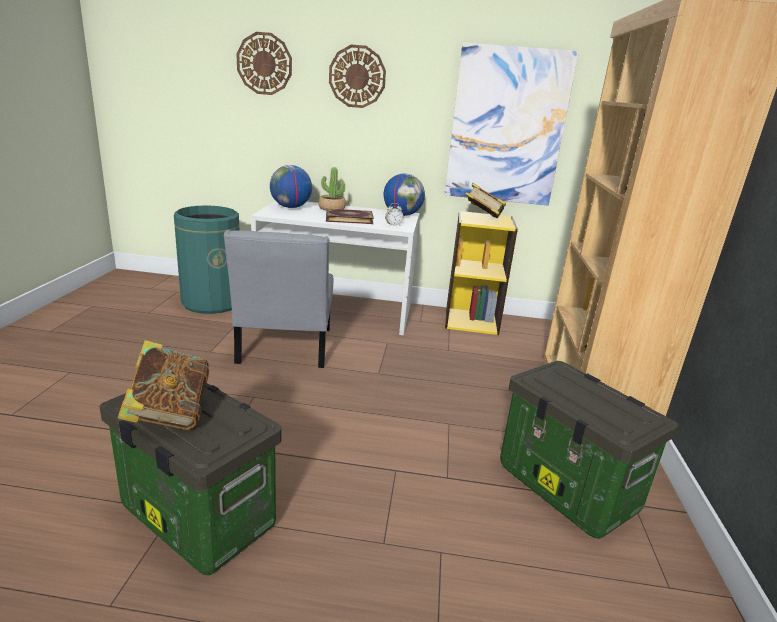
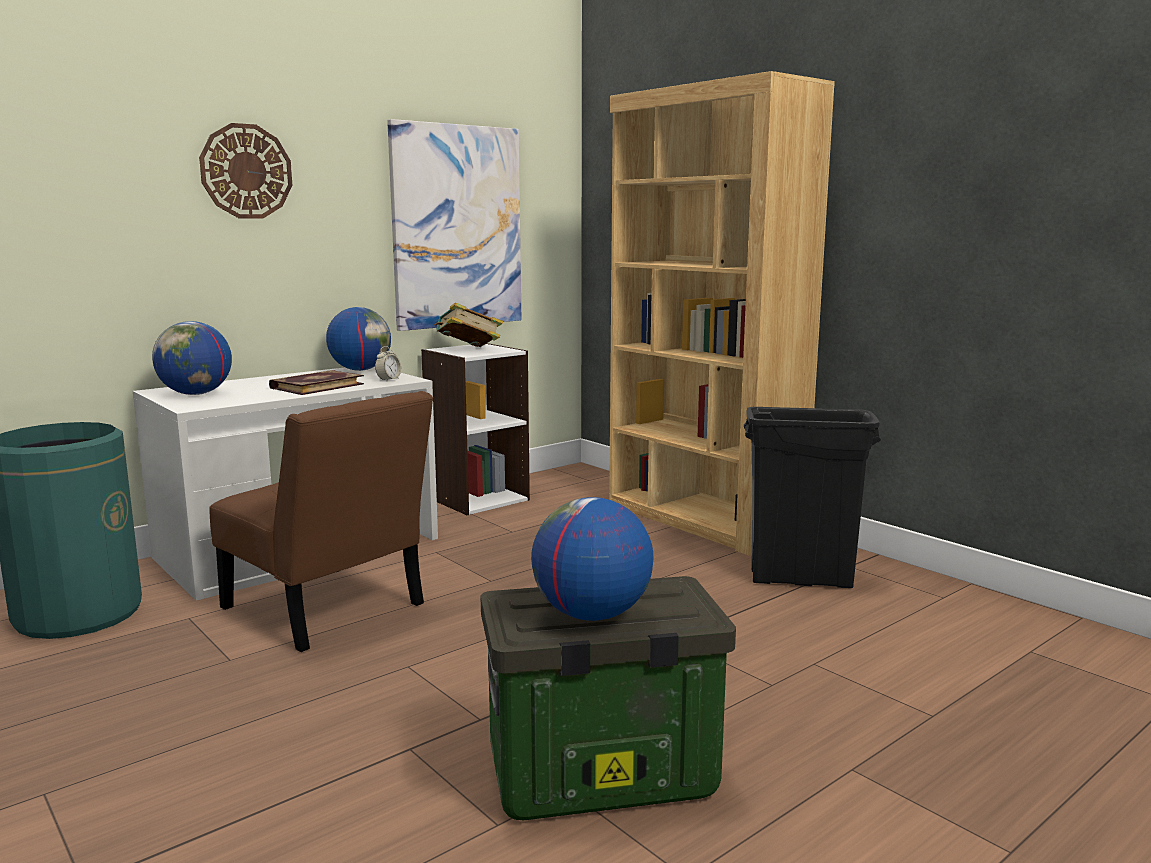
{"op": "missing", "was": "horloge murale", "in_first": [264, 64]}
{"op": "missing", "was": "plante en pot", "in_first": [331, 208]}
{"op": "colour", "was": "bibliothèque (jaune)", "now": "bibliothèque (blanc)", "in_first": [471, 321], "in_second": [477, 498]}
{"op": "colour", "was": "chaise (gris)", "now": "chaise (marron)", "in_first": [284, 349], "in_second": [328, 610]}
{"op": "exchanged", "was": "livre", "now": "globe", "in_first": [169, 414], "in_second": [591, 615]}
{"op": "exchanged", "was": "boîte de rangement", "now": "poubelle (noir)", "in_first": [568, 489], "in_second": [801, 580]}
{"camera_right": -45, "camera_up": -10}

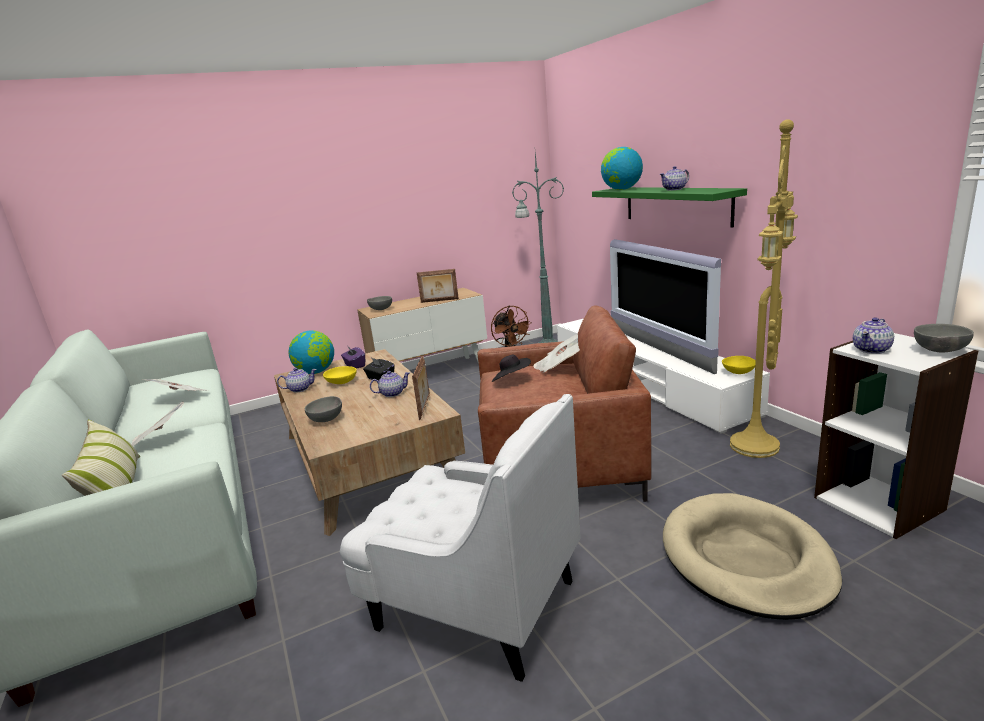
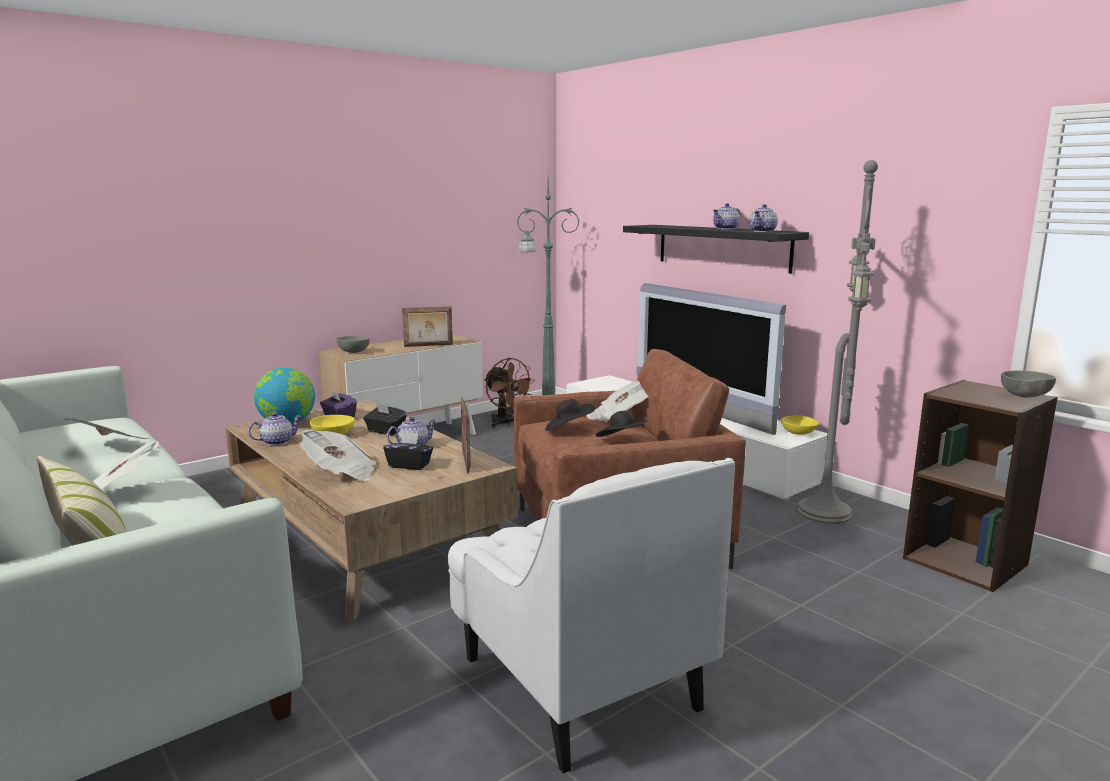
{"op": "colour", "was": "lampadaire (jaune)", "now": "lampadaire (gris)", "in_first": [757, 447], "in_second": [827, 514]}
{"op": "missing", "was": "globe", "in_first": [621, 189]}
{"op": "colour", "was": "étagère (vert)", "now": "étagère (noir)", "in_first": [676, 205], "in_second": [722, 247]}
{"op": "relocated", "was": "théière", "in_first": [872, 349], "in_second": [763, 231]}
{"op": "colour", "was": "bibliothèque (blanc)", "now": "bibliothèque (marron)", "in_first": [879, 503], "in_second": [965, 561]}
{"op": "spun", "was": "fauteuil (blanc)", "in_first": [473, 604], "in_second": [577, 681], "clockwise": 45}
{"op": "exchanged", "was": "bol (gris)", "now": "journal", "in_first": [327, 419], "in_second": [341, 473]}
{"op": "missing", "was": "panier pour chien (beige)", "in_first": [746, 559]}
{"op": "appeared", "now": "chapeau (noir)", "in_second": [622, 442]}
{"op": "appeared", "now": "boîte à mouchoirs (noir)", "in_second": [409, 465]}
{"camera_right": -15, "camera_up": -5}

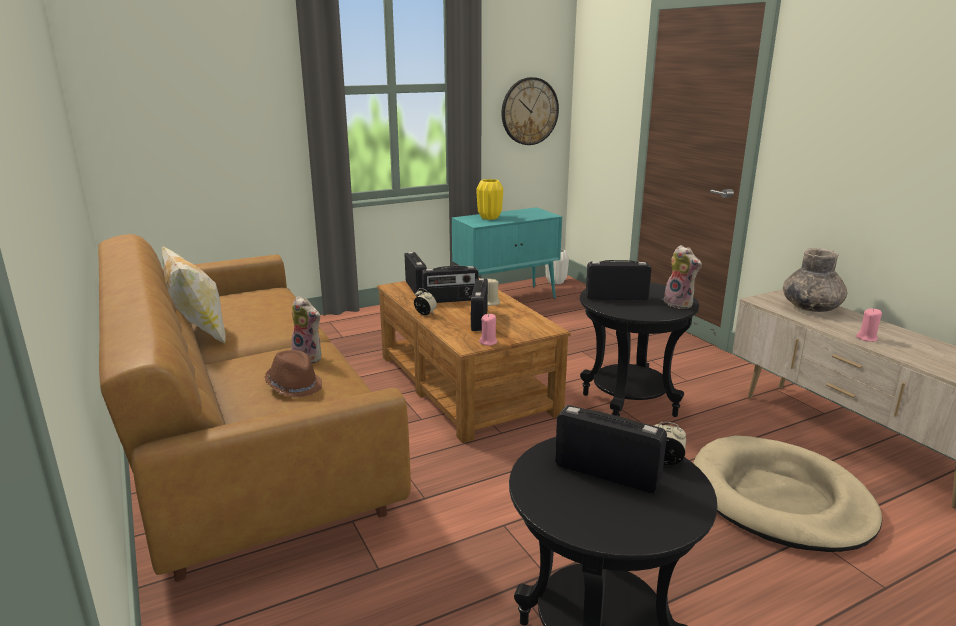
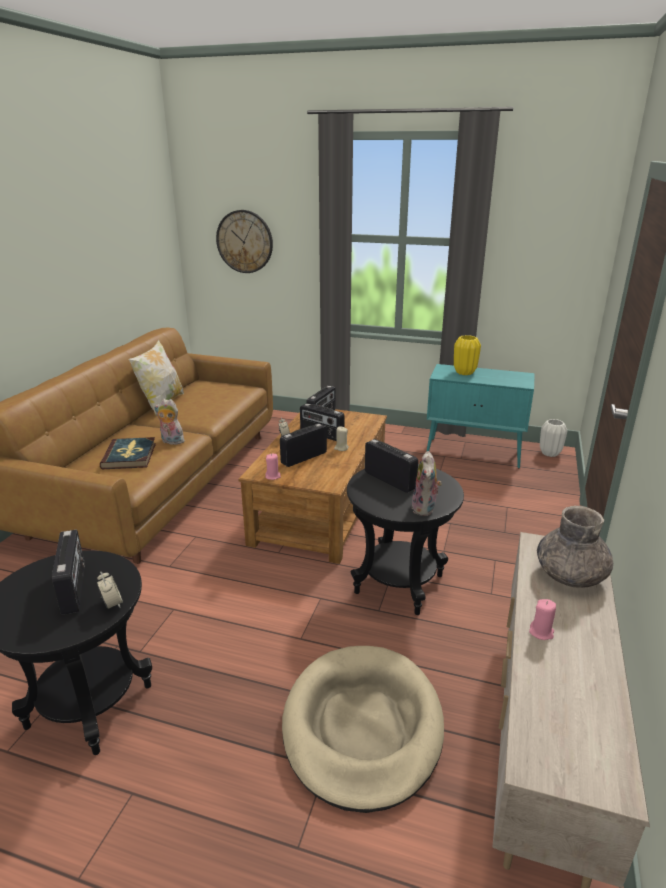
{"op": "relocated", "was": "horloge murale", "in_first": [529, 111], "in_second": [244, 241]}
{"op": "spun", "was": "peluche", "in_first": [309, 357], "in_second": [171, 441], "clockwise": 120}
{"op": "exchanged", "was": "chapeau (marron)", "now": "livre", "in_first": [294, 386], "in_second": [130, 456]}
{"camera_right": 45, "camera_up": 5}

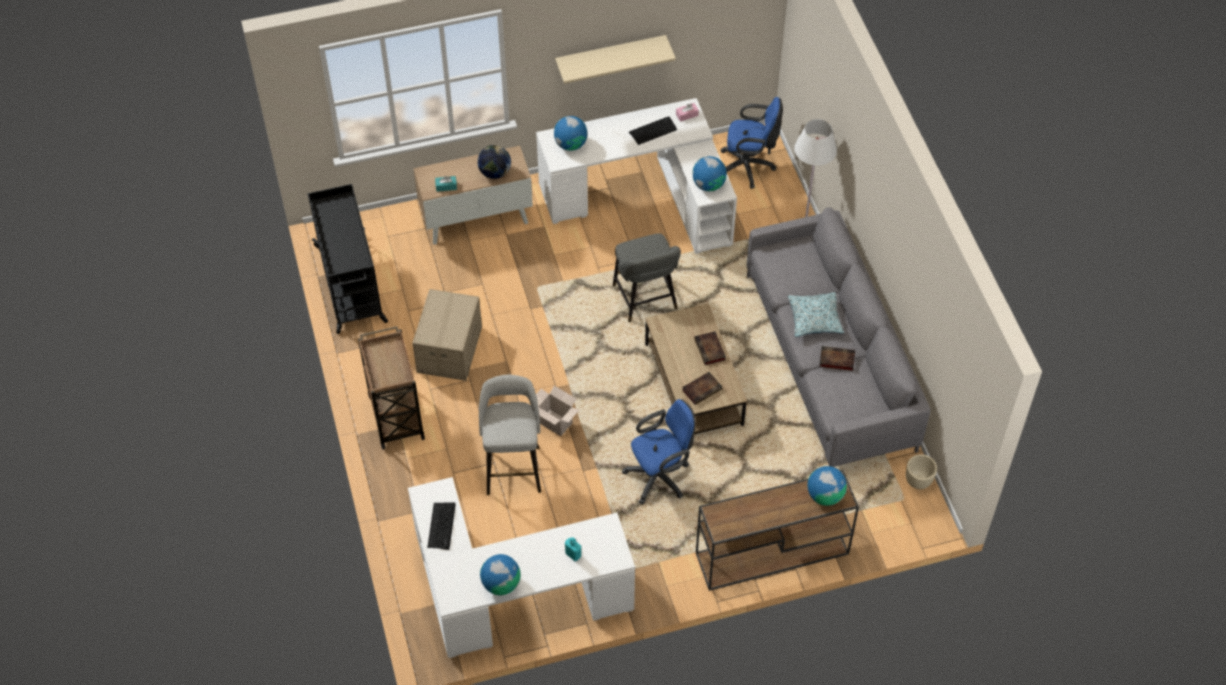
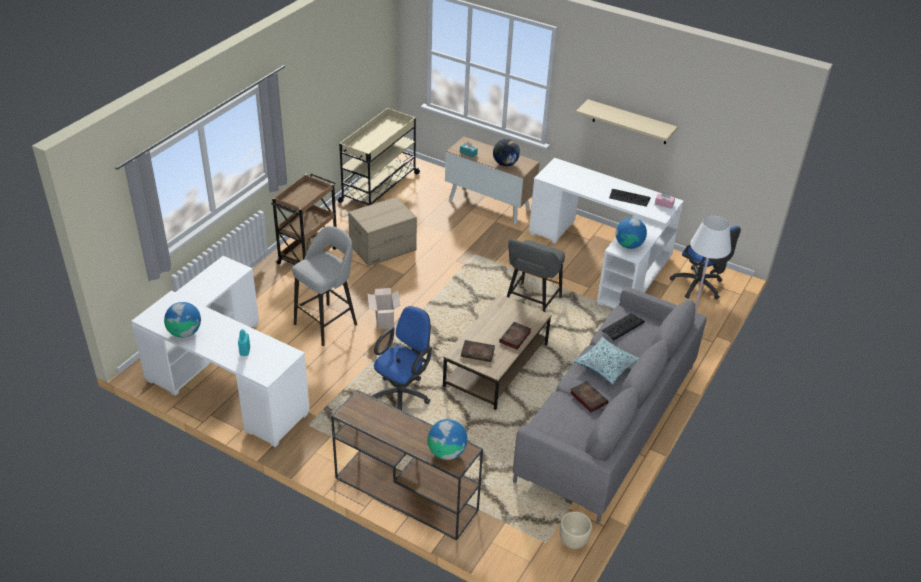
{"op": "missing", "was": "globe", "in_first": [571, 144]}
{"op": "colour", "was": "chariot (noir)", "now": "chariot (beige)", "in_first": [351, 285], "in_second": [378, 188]}
{"op": "spun", "was": "chaise de bureau (bleu)", "in_first": [661, 476], "in_second": [403, 394], "clockwise": -75}
{"op": "relocated", "was": "clavier", "in_first": [442, 526], "in_second": [623, 327]}
{"camera_right": 45, "camera_up": -15}

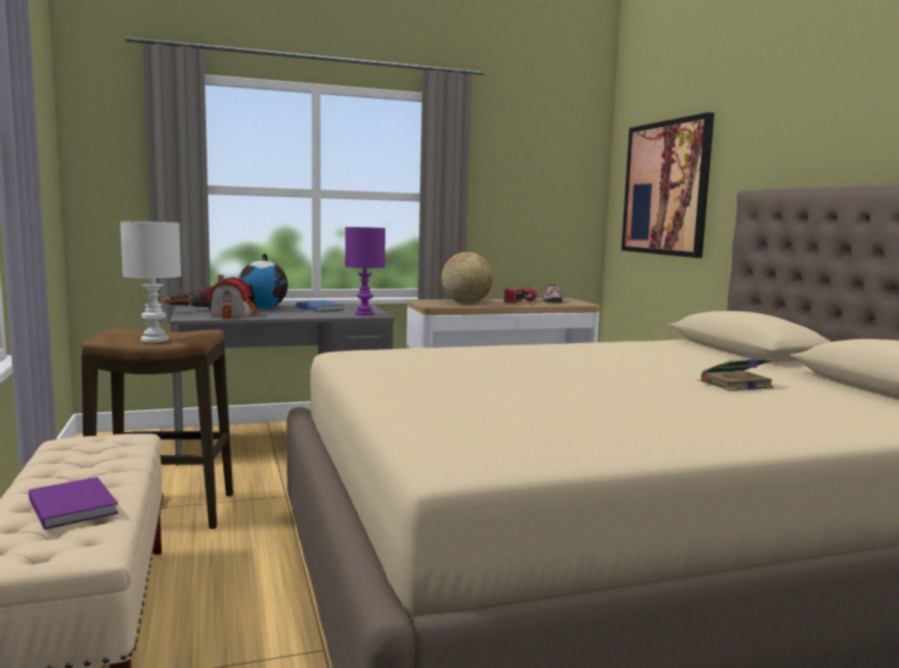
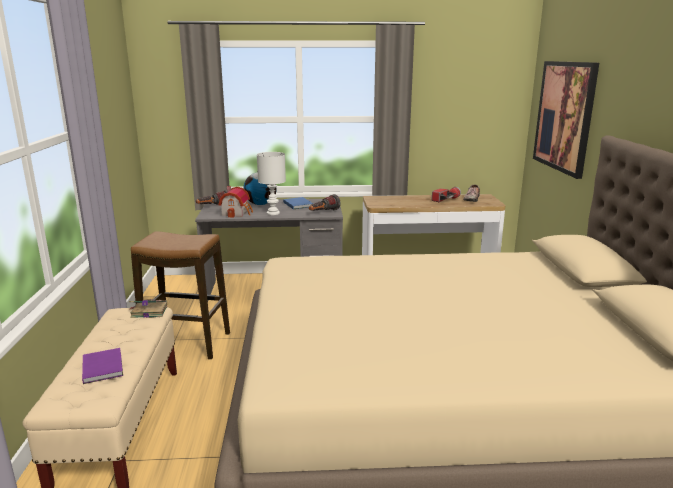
{"op": "relocated", "was": "lampe de table (blanc)", "in_first": [153, 340], "in_second": [272, 213]}
{"op": "exchanged", "was": "lampe de table (violet)", "now": "lampe de poche", "in_first": [363, 314], "in_second": [323, 213]}
{"op": "missing", "was": "globe", "in_first": [466, 303]}
{"op": "relocated", "was": "livre", "in_first": [734, 384], "in_second": [148, 311]}
{"camera_right": 15, "camera_up": 10}

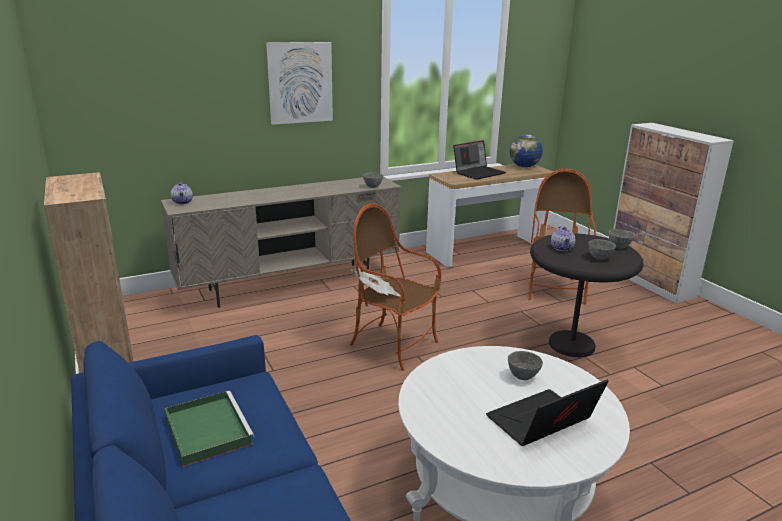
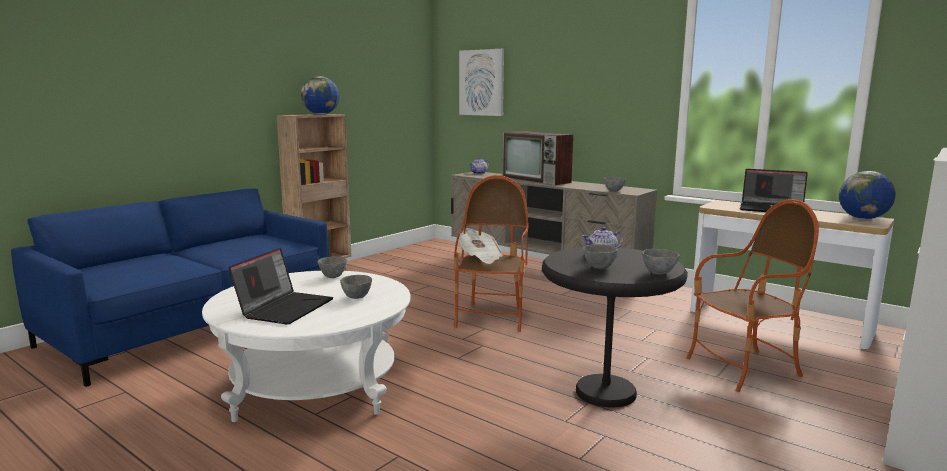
{"op": "relocated", "was": "tableau", "in_first": [300, 83], "in_second": [482, 82]}
{"op": "spun", "was": "ordinateur portable", "in_first": [541, 423], "in_second": [285, 308], "clockwise": 75}
{"op": "missing", "was": "plateau (vert)", "in_first": [207, 429]}
{"op": "appeared", "now": "globe", "in_second": [321, 114]}
{"op": "appeared", "now": "téléviseur", "in_second": [537, 180]}
{"op": "appeared", "now": "bol (gris)", "in_second": [332, 276]}
{"camera_right": 65, "camera_up": -10}

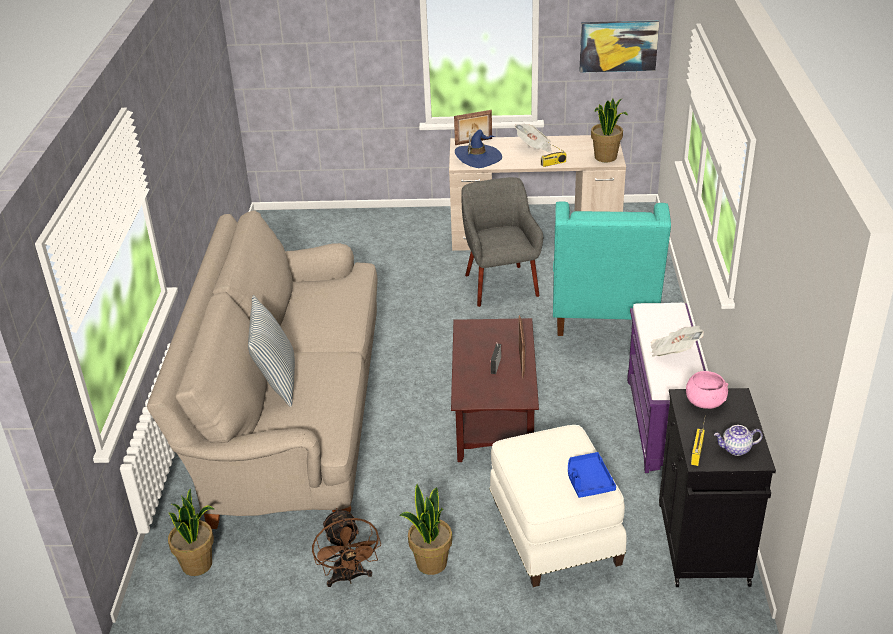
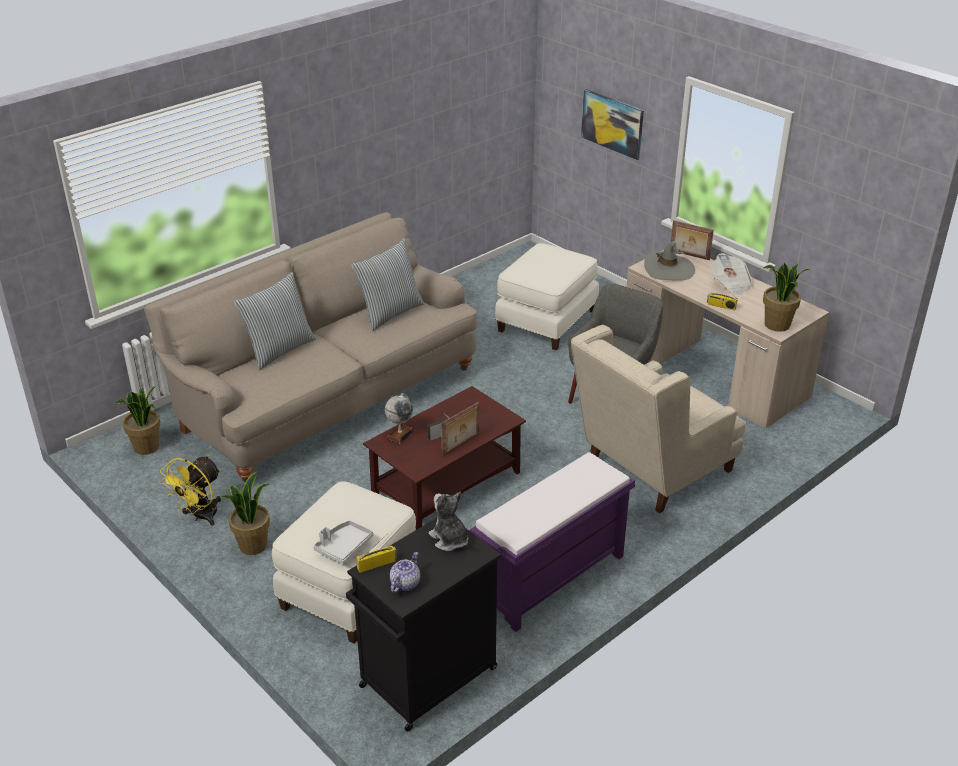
{"op": "relocated", "was": "tableau", "in_first": [618, 45], "in_second": [612, 123]}
{"op": "colour", "was": "chapeau (bleu)", "now": "chapeau (gris)", "in_first": [478, 157], "in_second": [669, 269]}
{"op": "colour", "was": "fauteuil (turquoise)", "now": "fauteuil (beige)", "in_first": [603, 316], "in_second": [651, 471]}
{"op": "missing", "was": "journal", "in_first": [673, 352]}
{"op": "exchanged", "was": "bol (rose)", "now": "peluche", "in_first": [705, 402], "in_second": [449, 539]}
{"op": "spun", "was": "théière", "in_first": [736, 449], "in_second": [405, 583], "clockwise": 75}
{"op": "colour", "was": "plateau (bleu)", "now": "plateau (gris)", "in_first": [588, 481], "in_second": [343, 547]}
{"op": "colour", "was": "ventilateur (marron)", "now": "ventilateur (jaune)", "in_first": [349, 577], "in_second": [200, 516]}
{"op": "appeared", "now": "coussin", "in_second": [390, 313]}
{"op": "appeared", "now": "pouf (blanc)", "in_second": [546, 320]}
{"op": "appeared", "now": "globe", "in_second": [400, 434]}
{"camera_right": 45, "camera_up": 0}

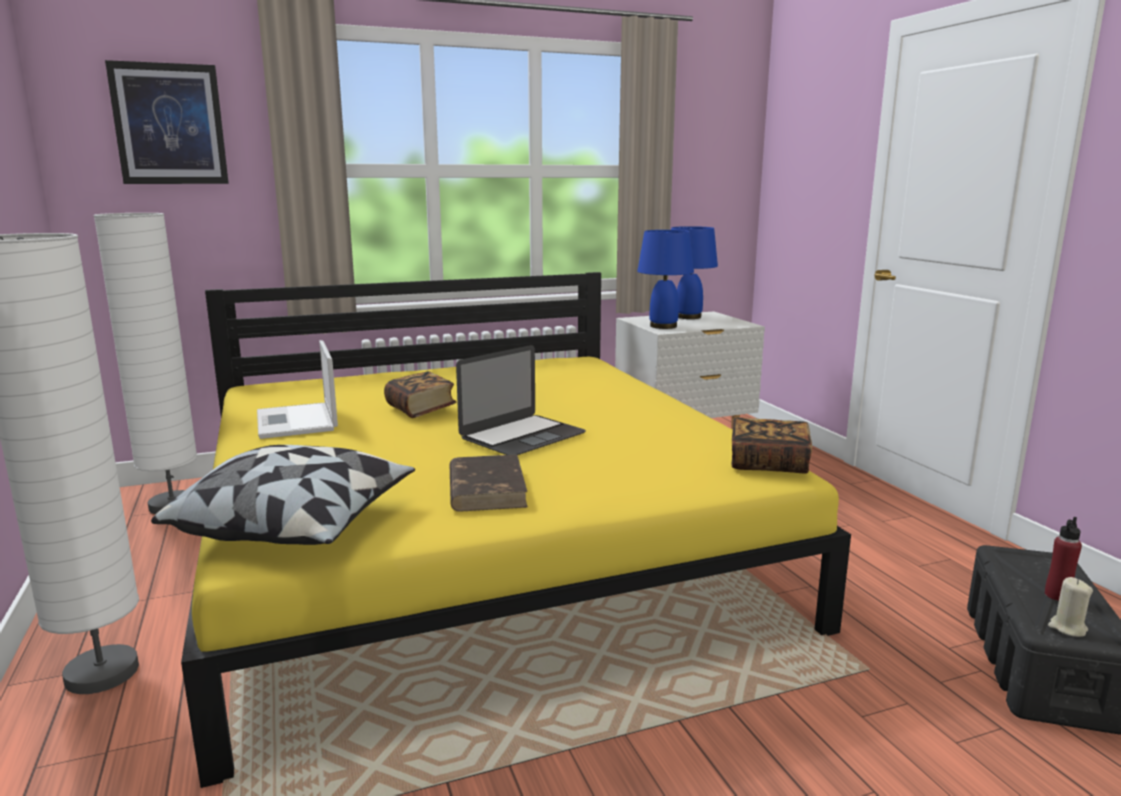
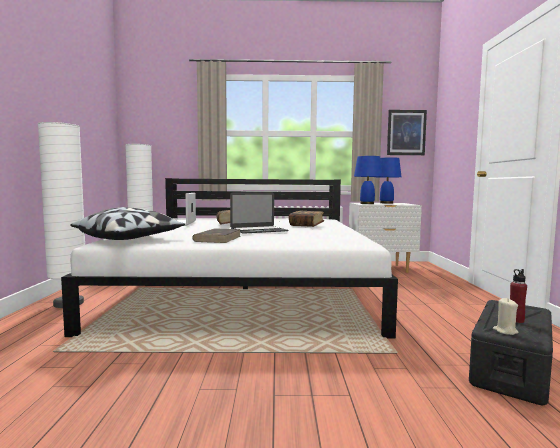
{"op": "relocated", "was": "tableau", "in_first": [169, 124], "in_second": [406, 132]}
{"op": "colour", "was": "lit (jaune)", "now": "lit (blanc)", "in_first": [478, 545], "in_second": [246, 288]}
{"op": "relocated", "was": "livre", "in_first": [768, 463], "in_second": [306, 225]}
{"camera_right": 20, "camera_up": -10}

